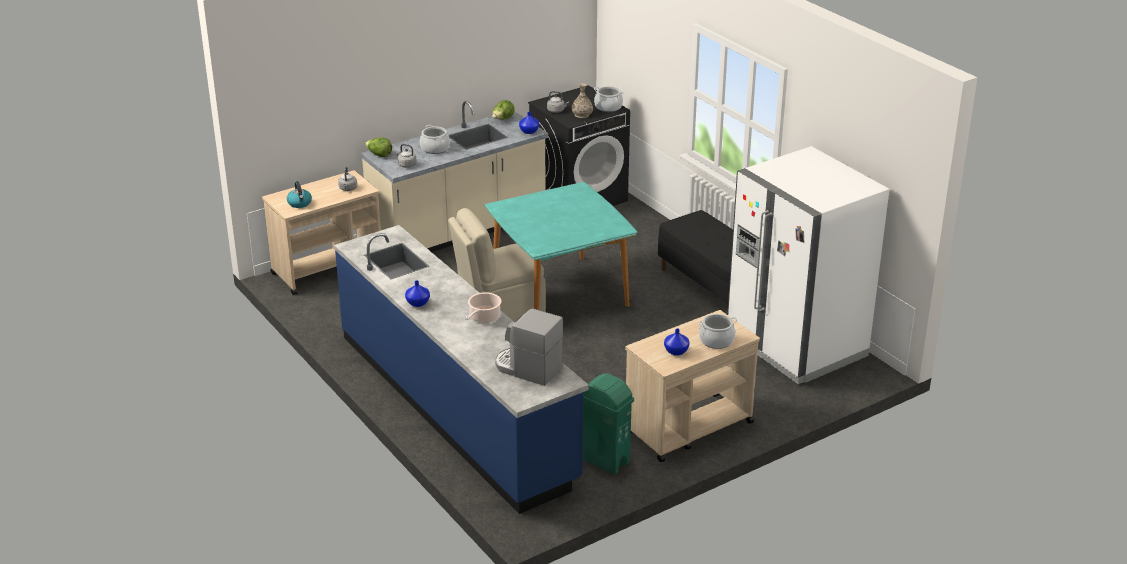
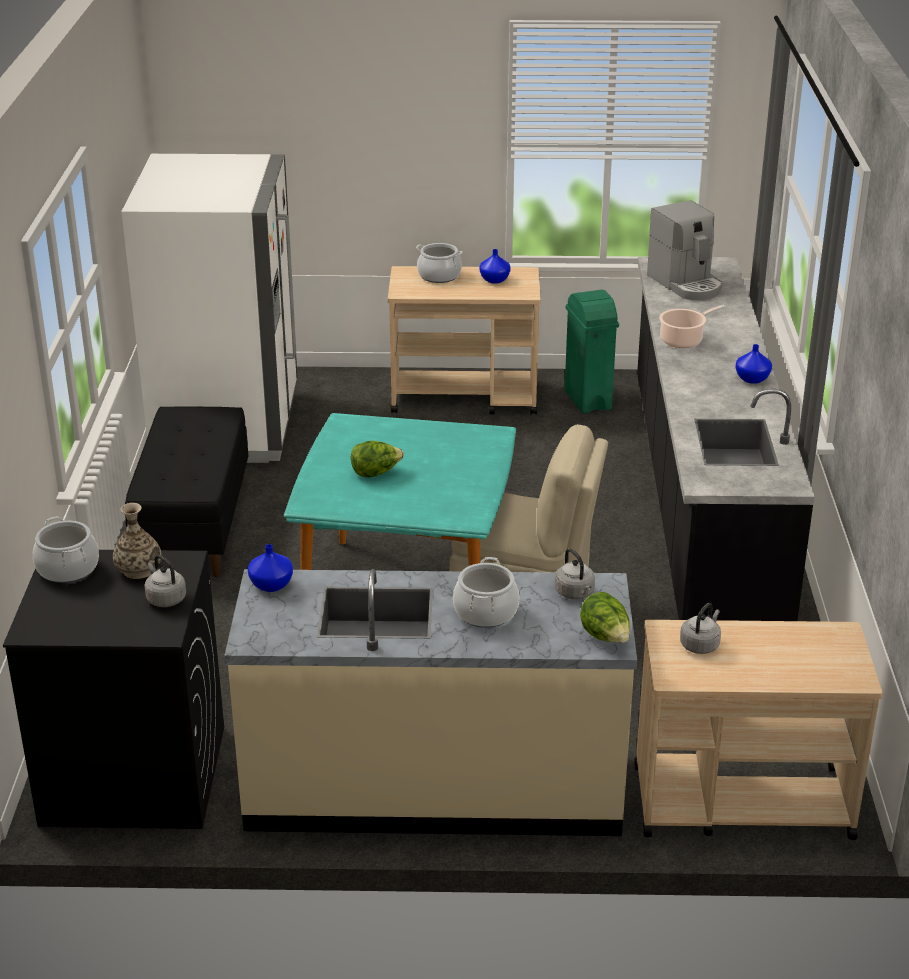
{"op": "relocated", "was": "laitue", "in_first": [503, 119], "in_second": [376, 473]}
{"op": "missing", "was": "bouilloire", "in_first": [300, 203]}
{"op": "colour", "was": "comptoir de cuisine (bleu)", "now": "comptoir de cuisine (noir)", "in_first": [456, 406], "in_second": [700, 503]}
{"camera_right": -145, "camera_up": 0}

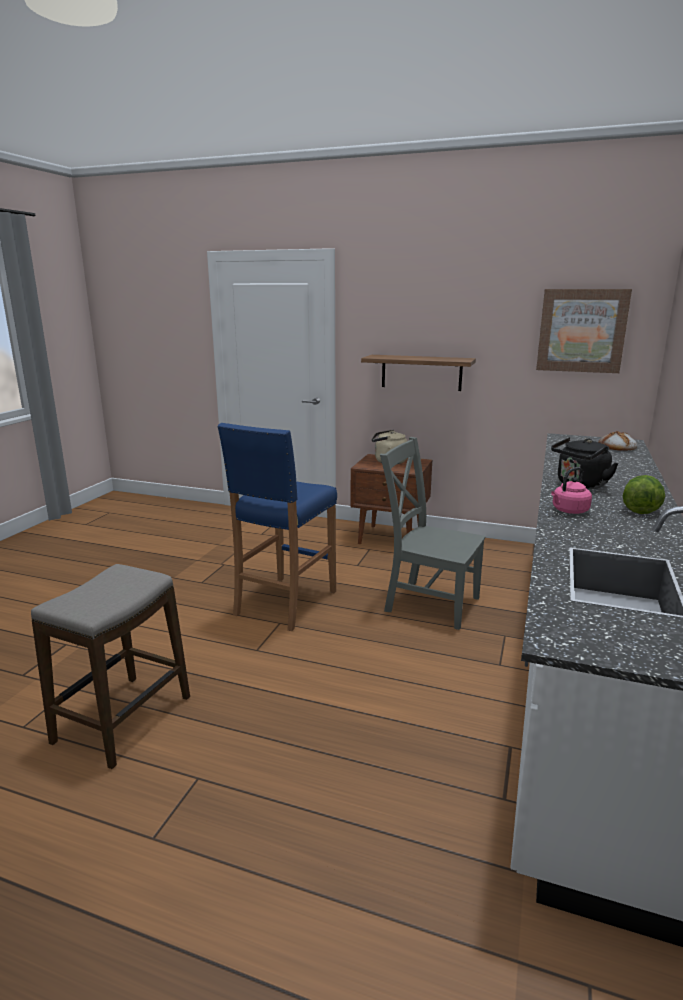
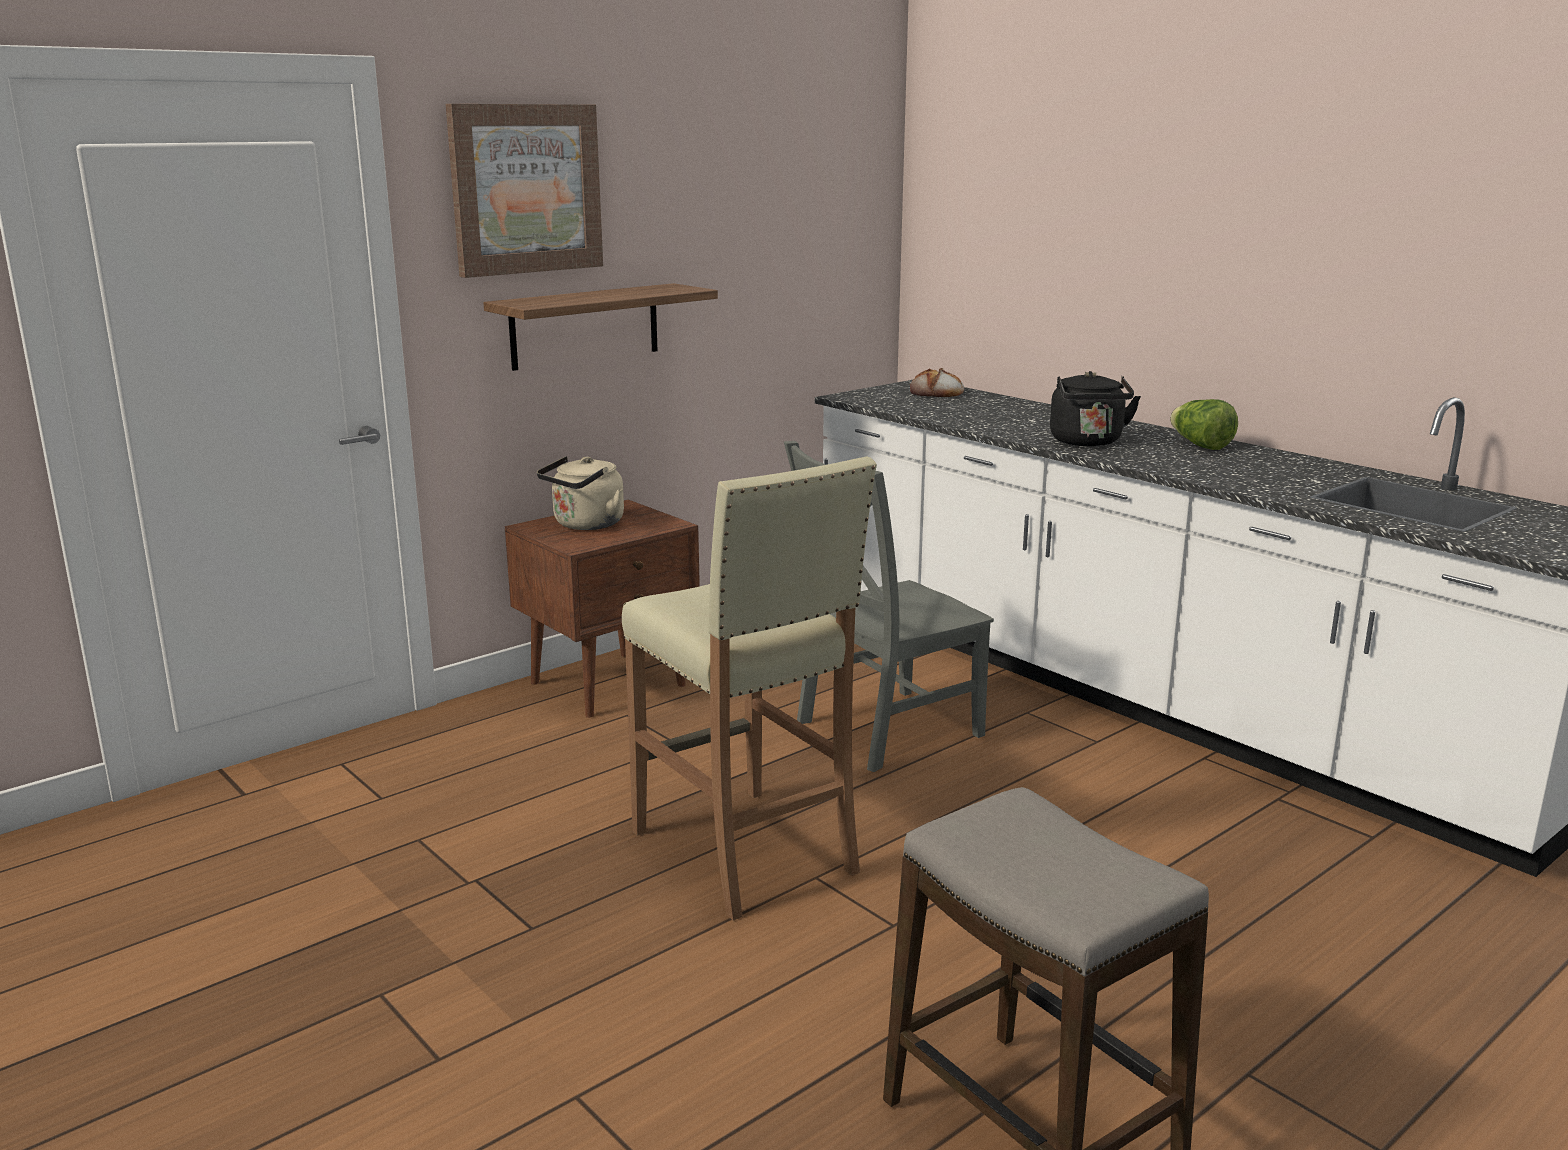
{"op": "relocated", "was": "tableau", "in_first": [581, 330], "in_second": [525, 189]}
{"op": "colour", "was": "tabouret (bleu)", "now": "tabouret (beige)", "in_first": [285, 603], "in_second": [745, 852]}
{"op": "missing", "was": "bouilloire (rose)", "in_first": [568, 511]}
{"camera_right": -60, "camera_up": 0}

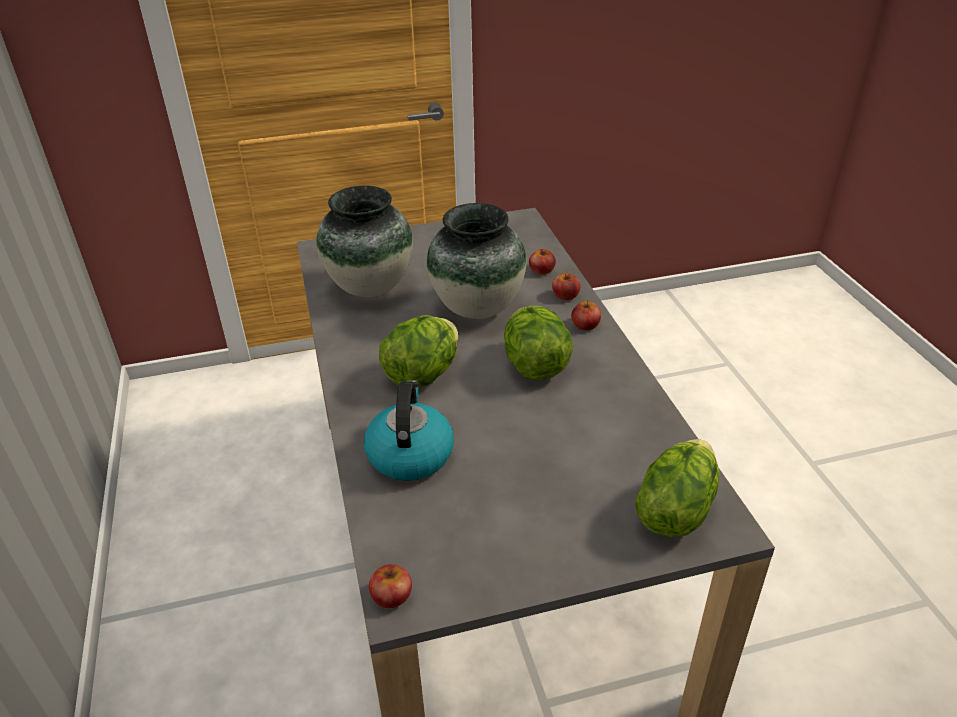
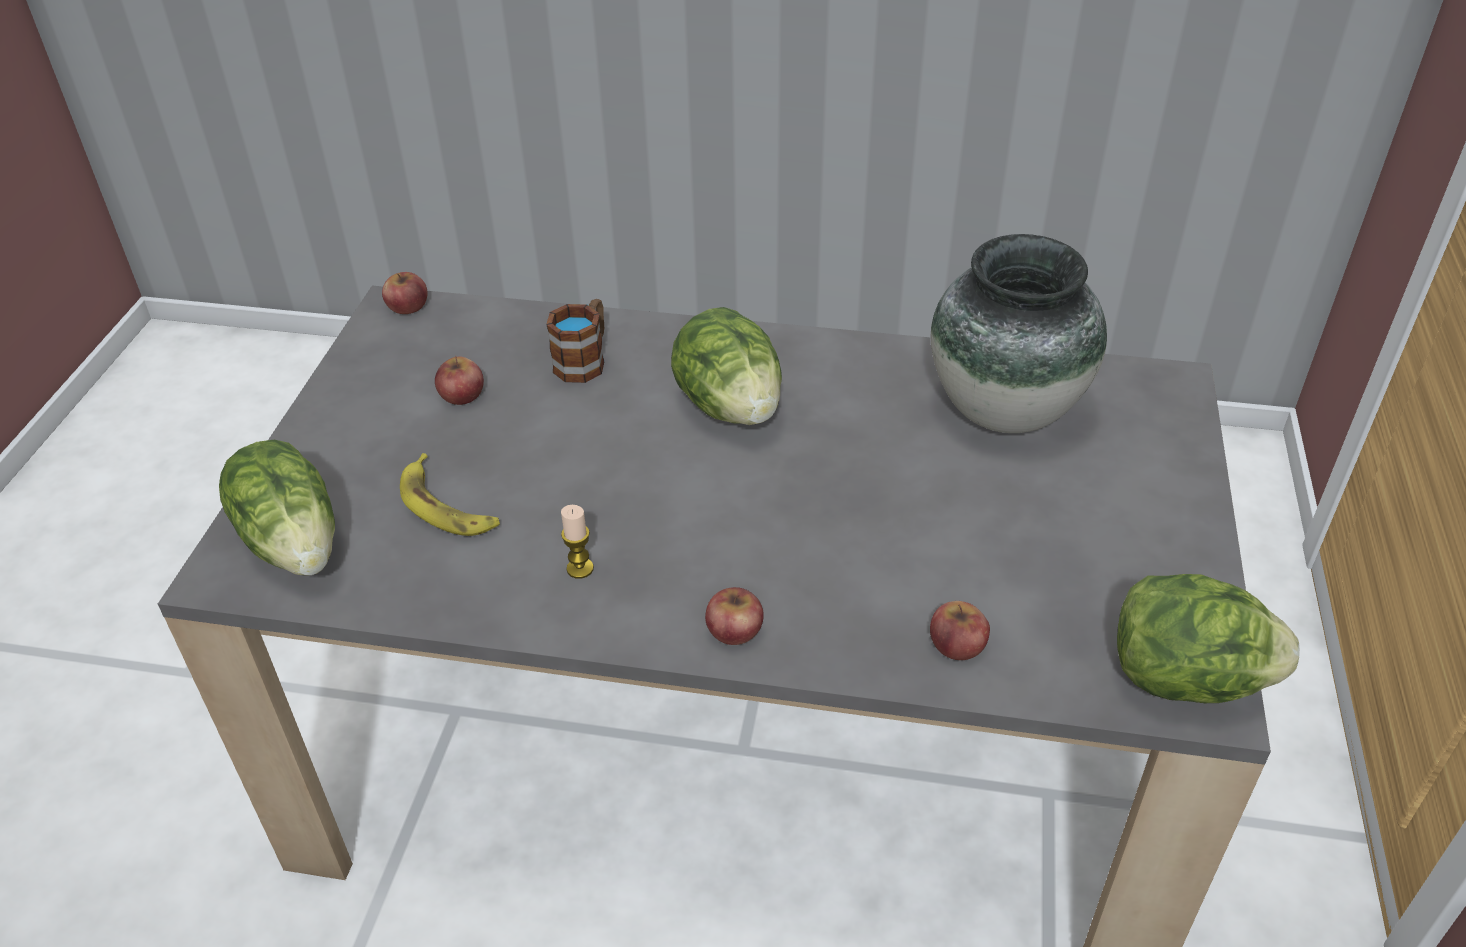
{"op": "missing", "was": "vase", "in_first": [476, 308]}
{"op": "relocated", "was": "pomme", "in_first": [565, 295], "in_second": [462, 394]}
{"op": "relocated", "was": "laitue", "in_first": [535, 366], "in_second": [1185, 679]}
{"op": "exchanged", "was": "bouilloire", "now": "mug", "in_first": [410, 454], "in_second": [585, 360]}
{"op": "appeared", "now": "banane", "in_second": [447, 506]}
{"op": "appeared", "now": "bougie", "in_second": [580, 568]}
{"camera_right": 115, "camera_up": 5}

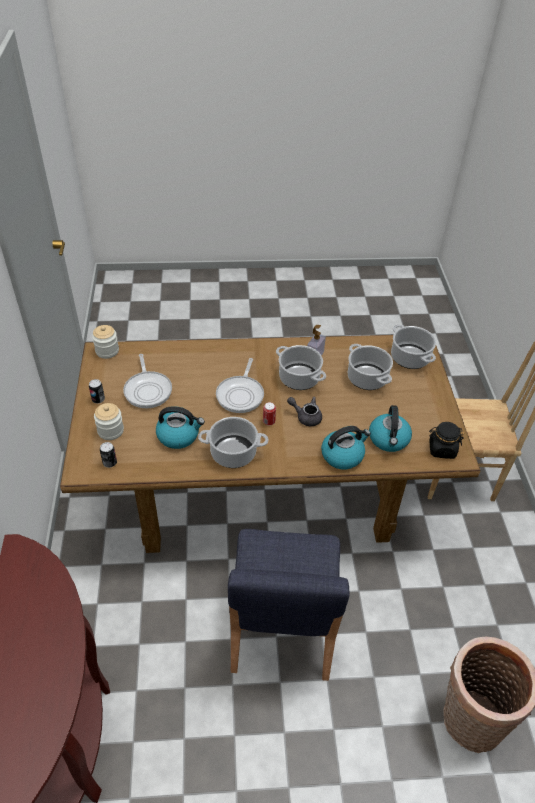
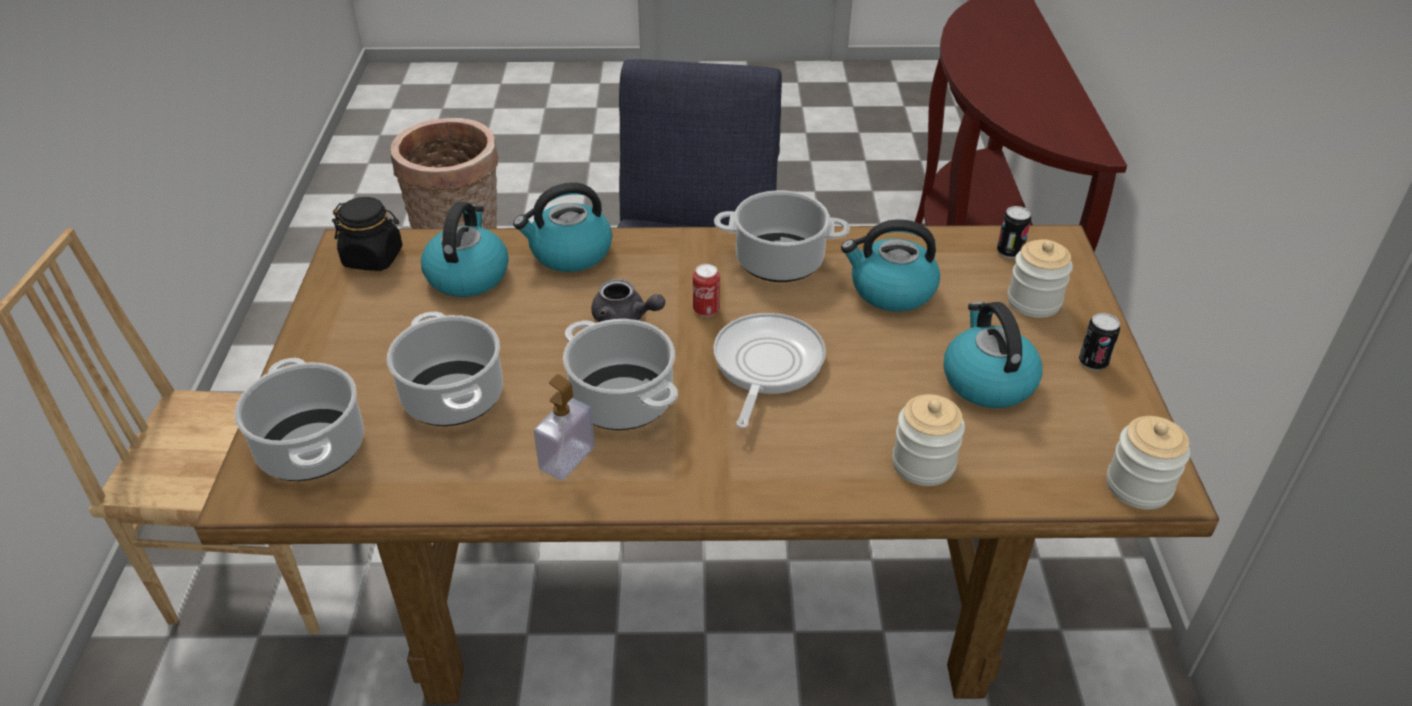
{"op": "exchanged", "was": "poêle", "now": "bouilloire", "in_first": [148, 390], "in_second": [987, 380]}
{"op": "appeared", "now": "bocal", "in_second": [923, 463]}
{"camera_right": -175, "camera_up": -5}

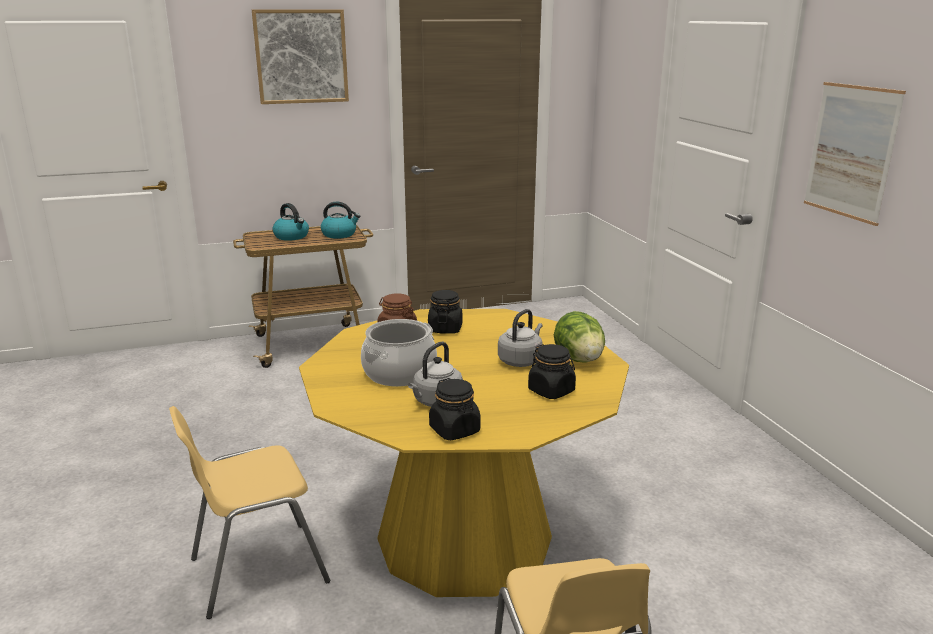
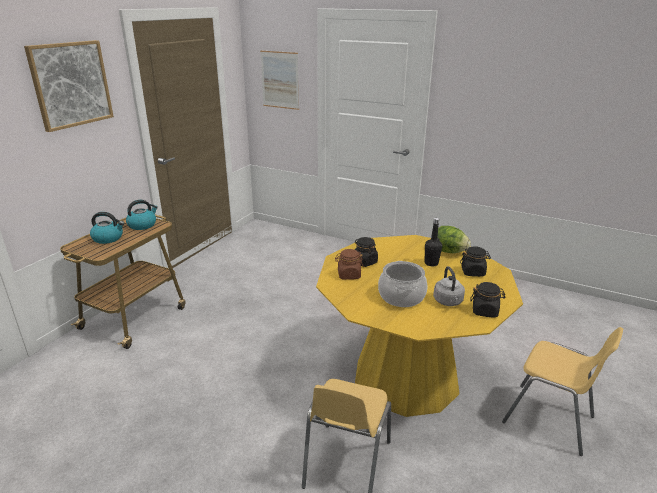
{"op": "relocated", "was": "tableau", "in_first": [851, 151], "in_second": [280, 80]}
{"op": "exchanged", "was": "bouilloire (gris)", "now": "bouteille (noir)", "in_first": [521, 360], "in_second": [431, 263]}
{"camera_right": -45, "camera_up": 5}

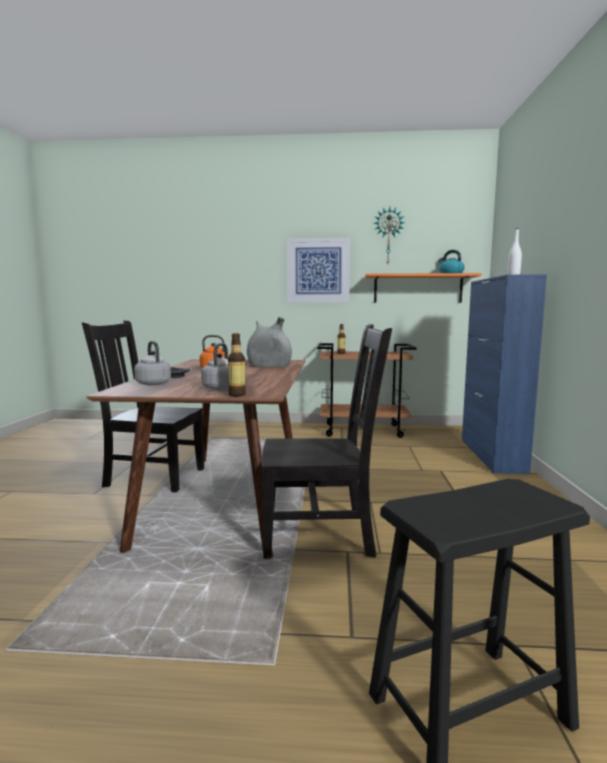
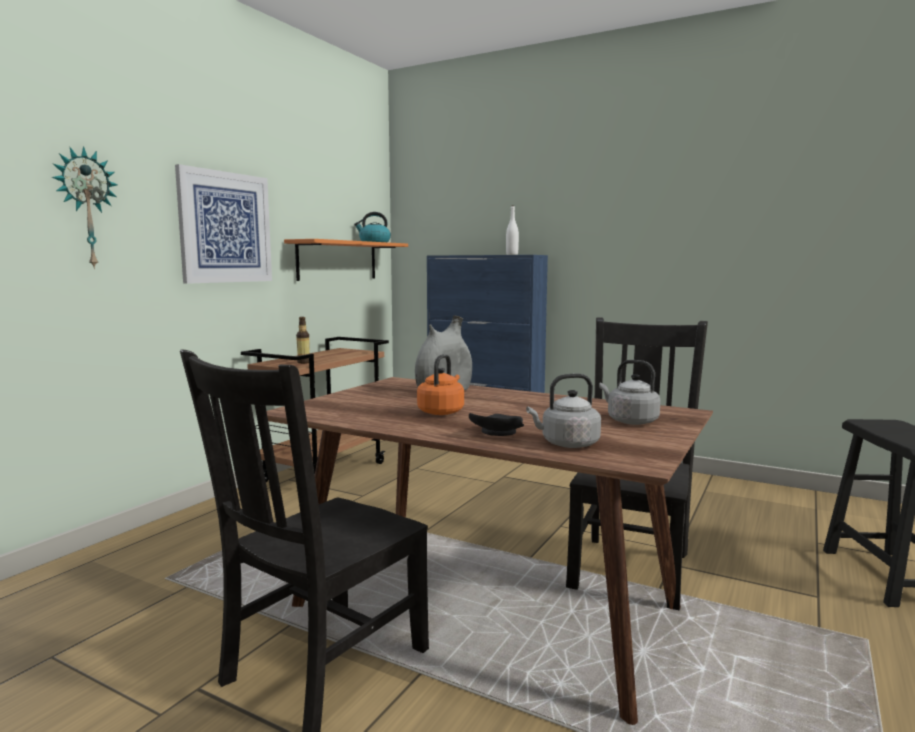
{"op": "relocated", "was": "horloge murale", "in_first": [388, 236], "in_second": [85, 208]}
{"op": "missing", "was": "bouteille", "in_first": [237, 394]}
{"camera_right": -65, "camera_up": 0}

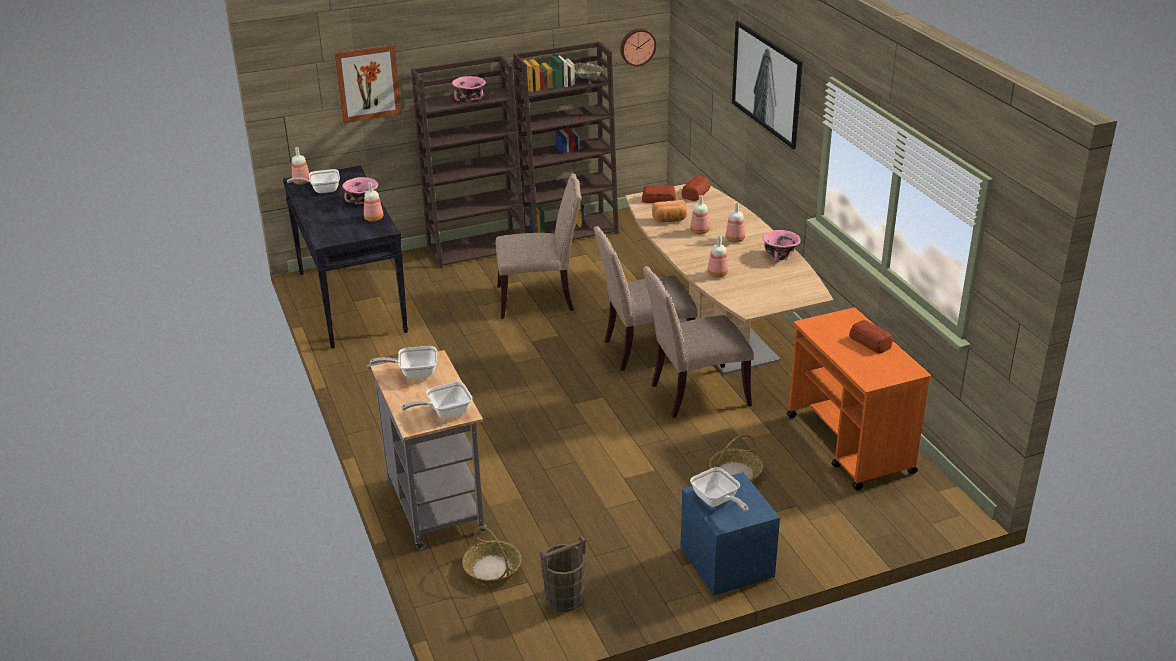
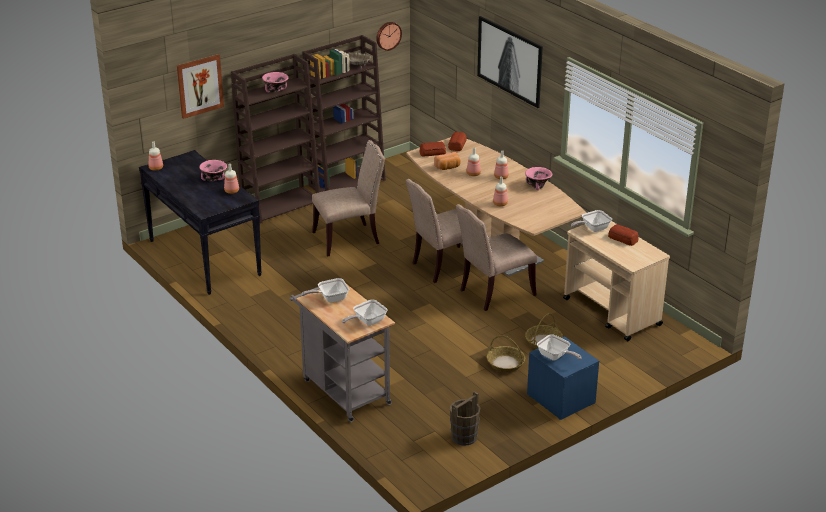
{"op": "relocated", "was": "poêle", "in_first": [322, 190], "in_second": [593, 228]}
{"op": "colour", "was": "chariot (orange)", "now": "chariot (beige)", "in_first": [850, 445], "in_second": [612, 312]}
{"op": "relocated", "was": "panier", "in_first": [492, 569], "in_second": [505, 363]}
{"camera_right": -15, "camera_up": 0}

